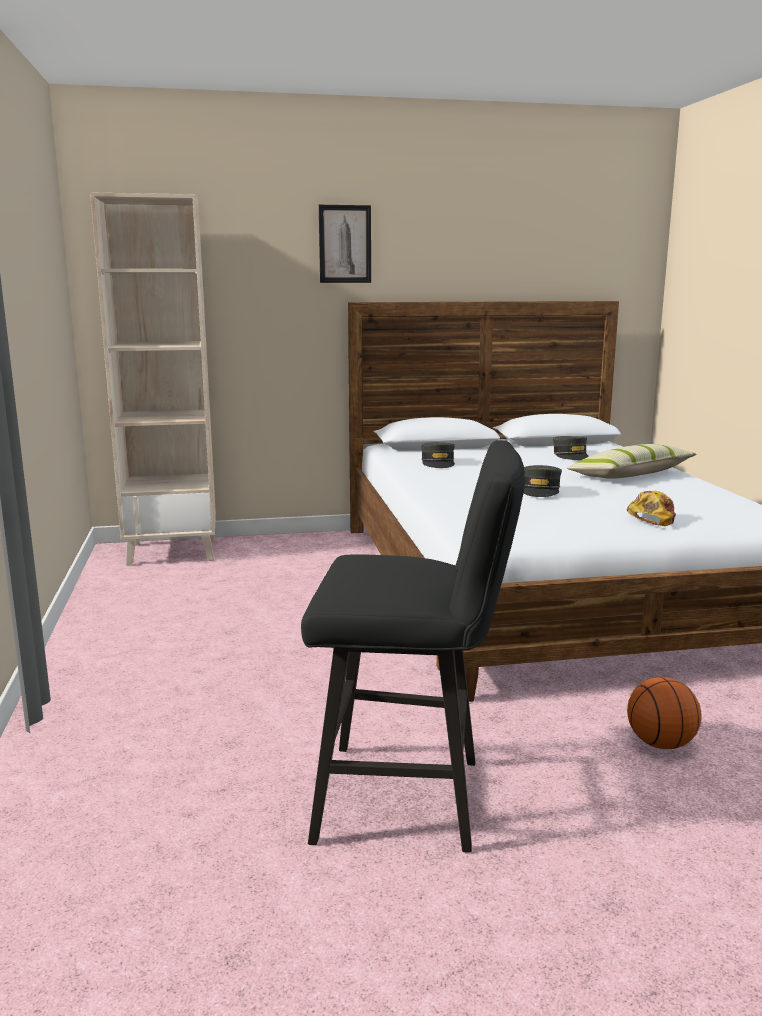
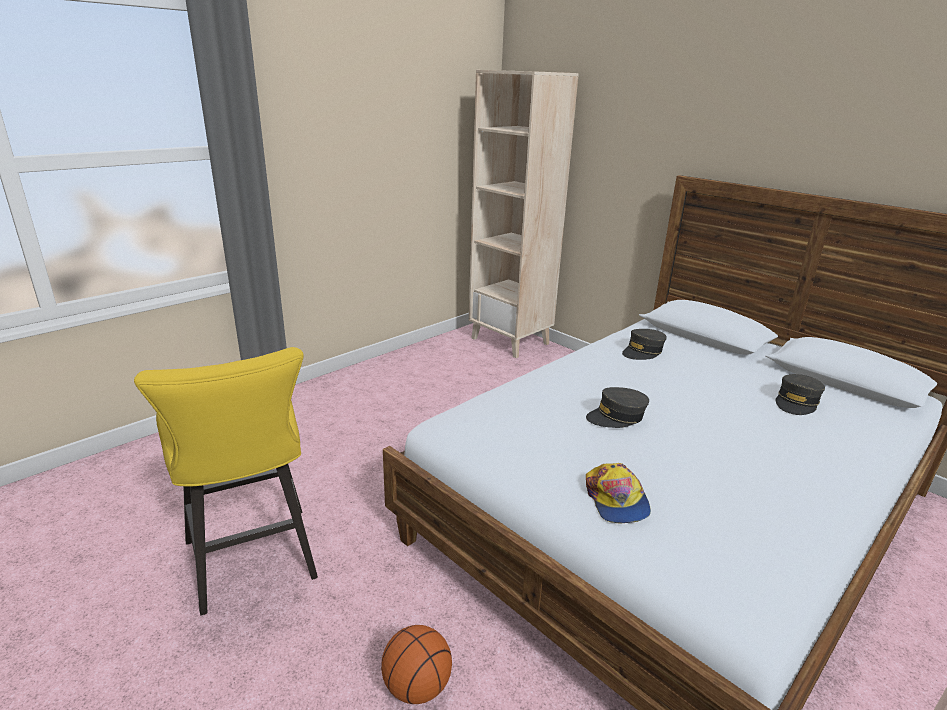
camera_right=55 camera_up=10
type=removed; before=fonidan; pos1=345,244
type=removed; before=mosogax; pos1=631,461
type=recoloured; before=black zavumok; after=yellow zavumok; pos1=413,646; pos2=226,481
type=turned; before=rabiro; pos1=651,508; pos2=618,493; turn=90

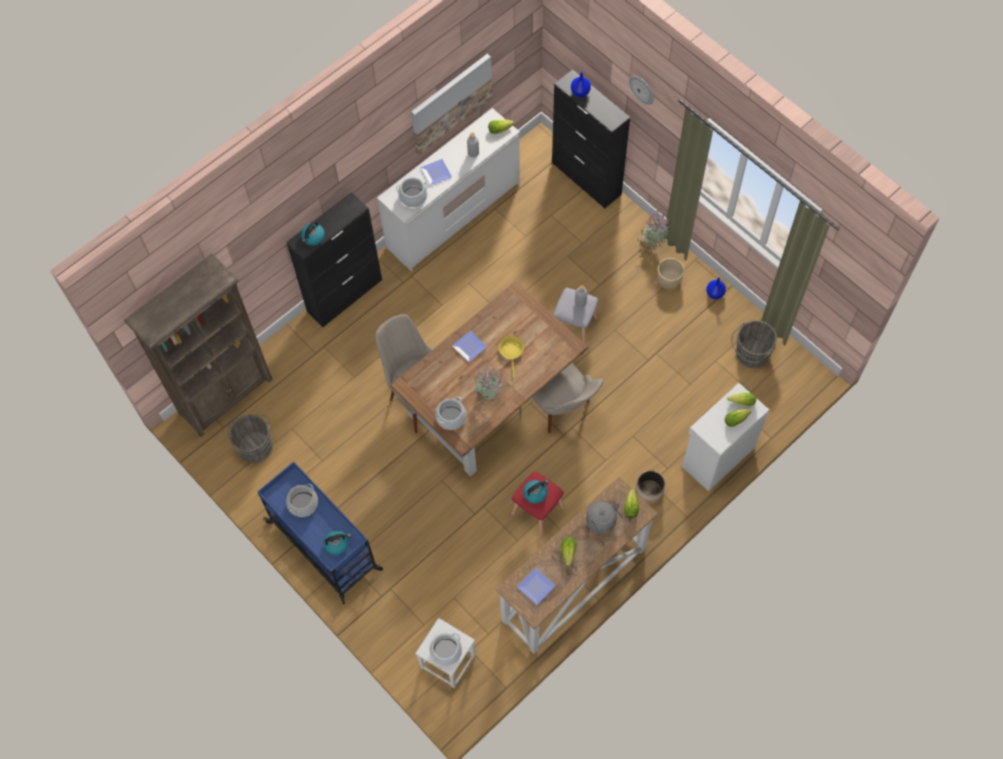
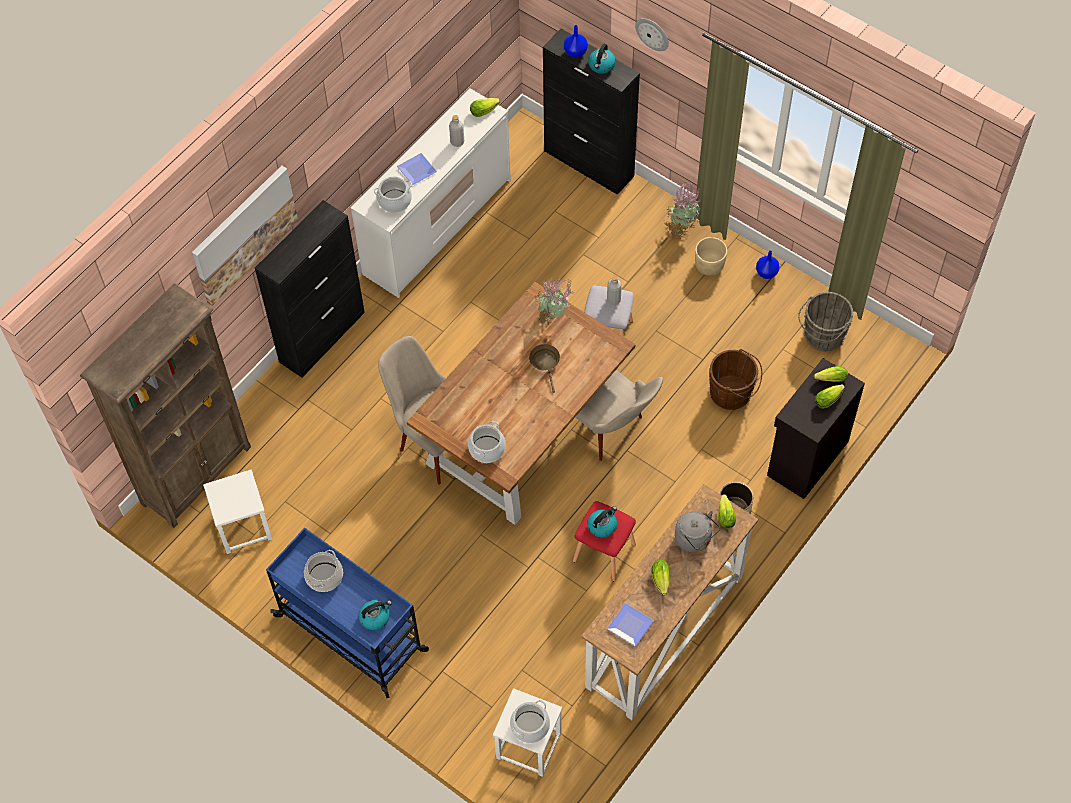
camera_right=-10 camera_up=-5
type=removed; before=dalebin; pos1=469,346
type=added; after=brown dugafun; pos2=735,379
type=moved; before=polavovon; pos1=313,233; pos2=602,59
type=moved; before=fonidan; pos1=451,104; pos2=245,236
type=moved; before=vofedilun; pos1=489,385; pos2=555,301
type=replaced; before=grey dugafun; after=white zavumok; pos1=250,439; pos2=237,512
type=recoloured; before=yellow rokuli; after=brown rokuli; pos1=511,357; pos2=544,368
type=recoloured; before=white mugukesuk; after=black mugukesuk; pos1=725,437; pos2=816,428

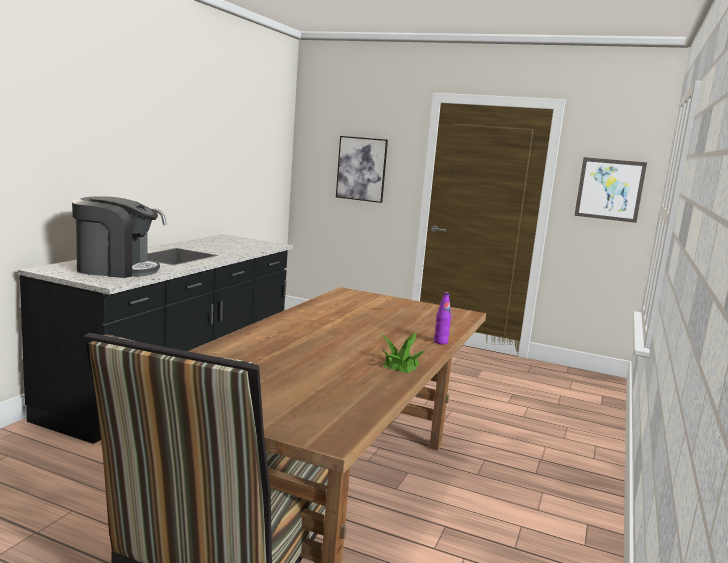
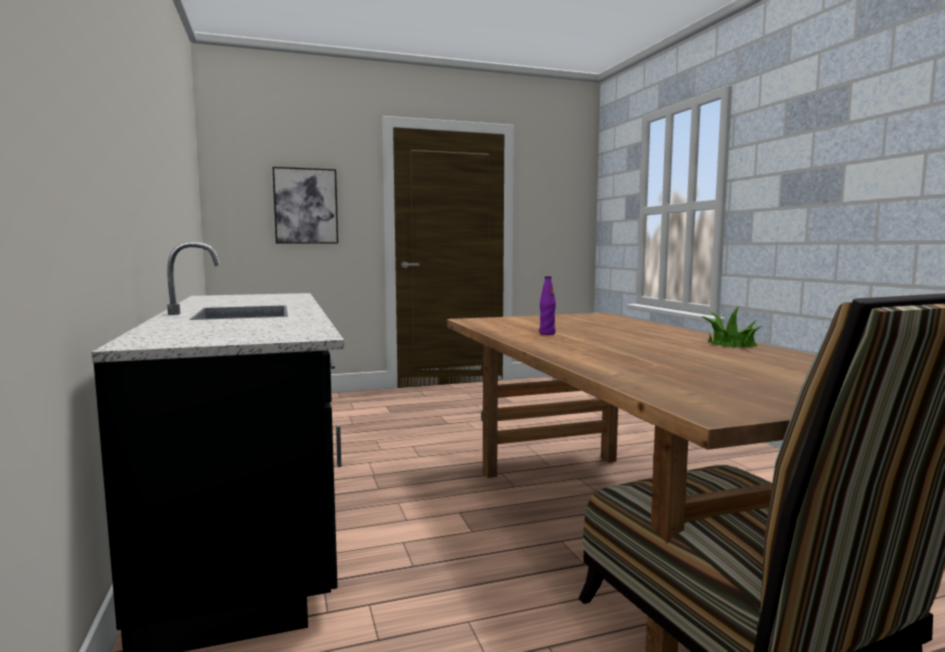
camera_right=-40 camera_up=-5
type=removed; before=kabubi; pos1=116,237
type=removed; before=fonidan; pos1=610,190
type=moved; before=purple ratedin; pos1=442,318; pos2=547,305

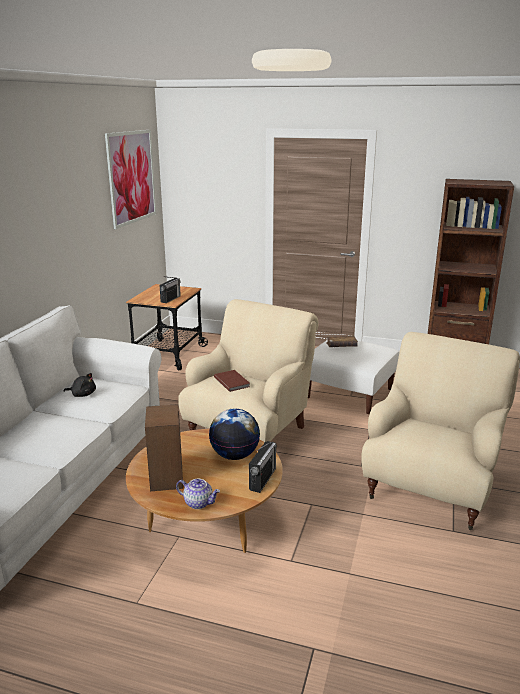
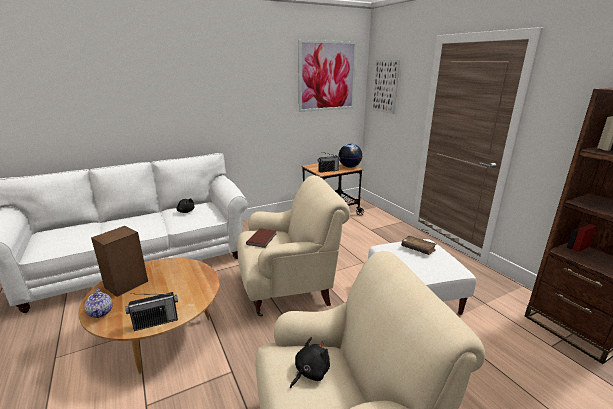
camera_right=45 camera_up=0
type=added; after=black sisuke; pos2=310,363
type=added; after=fonidan; pos2=386,87
type=moved; before=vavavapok; pos1=234,434; pos2=350,156

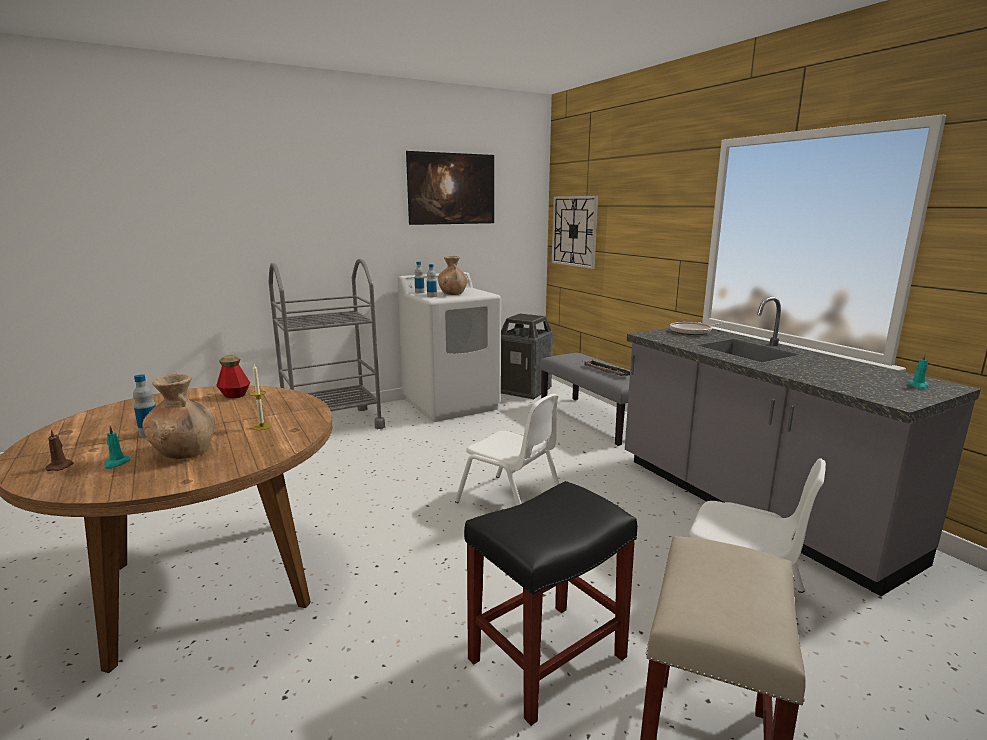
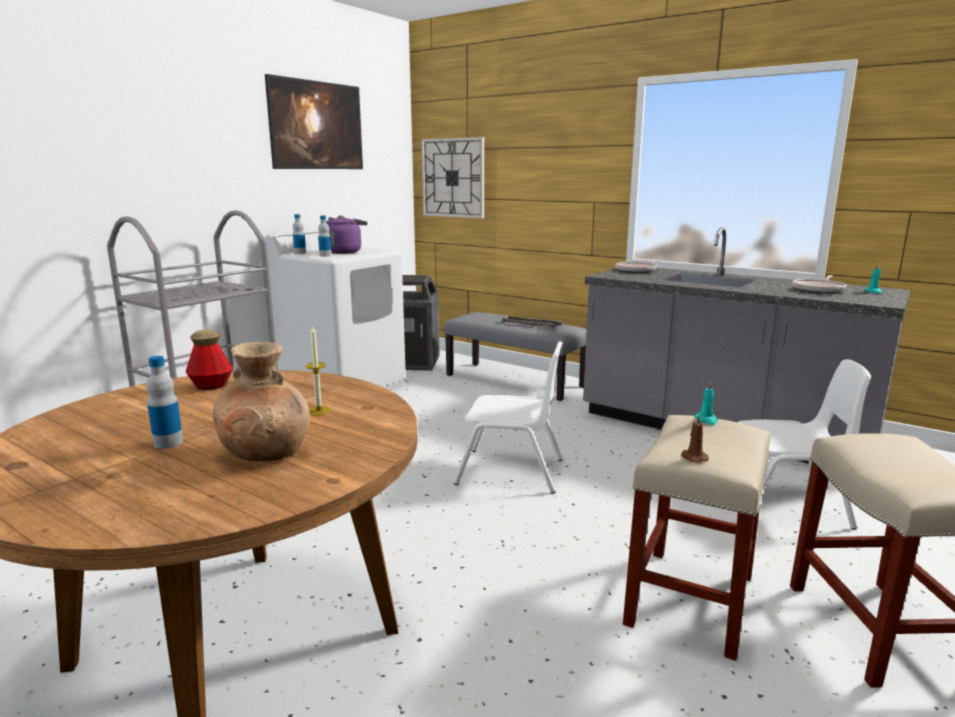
camera_right=-25 camera_up=0
type=added; after=rokuli; pos2=820,284
type=moved; before=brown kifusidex; pos1=59,450; pos2=695,439
type=moved; before=turquoise kifusidex; pos1=117,447; pos2=706,403
type=replaced; before=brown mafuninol; after=purple polavovon; pos1=453,275; pos2=346,234
type=recoloured; before=black zavumok; after=beige zavumok; pos1=550,603; pos2=696,538

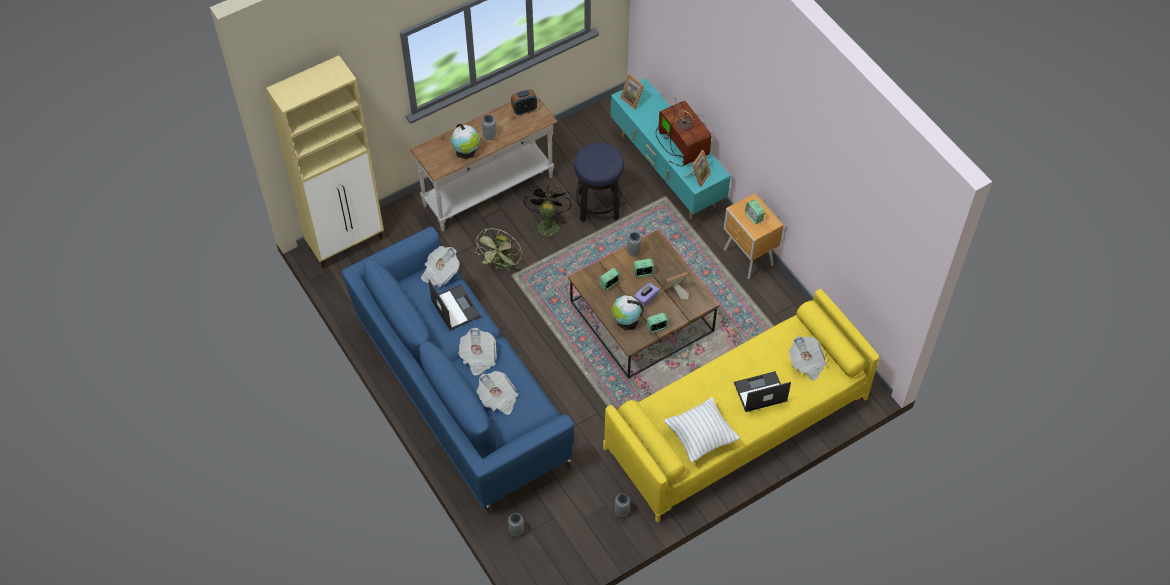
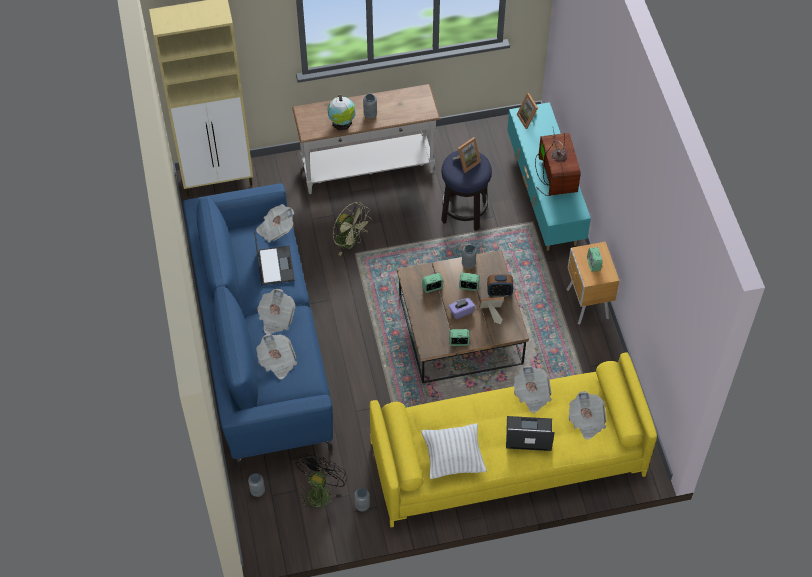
camera_right=20 camera_up=0
type=removed; before=vavavapok; pos1=627,313
type=added; after=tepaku; pos2=533,389
type=moved; before=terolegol; pos1=524,102; pos2=500,285
type=moved; before=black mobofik; pos1=548,213; pos2=322,482
type=moved; before=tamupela; pos1=697,168; pos2=467,155
type=turned; before=green mobofik; pos1=498,249; pos2=352,229; turn=-90

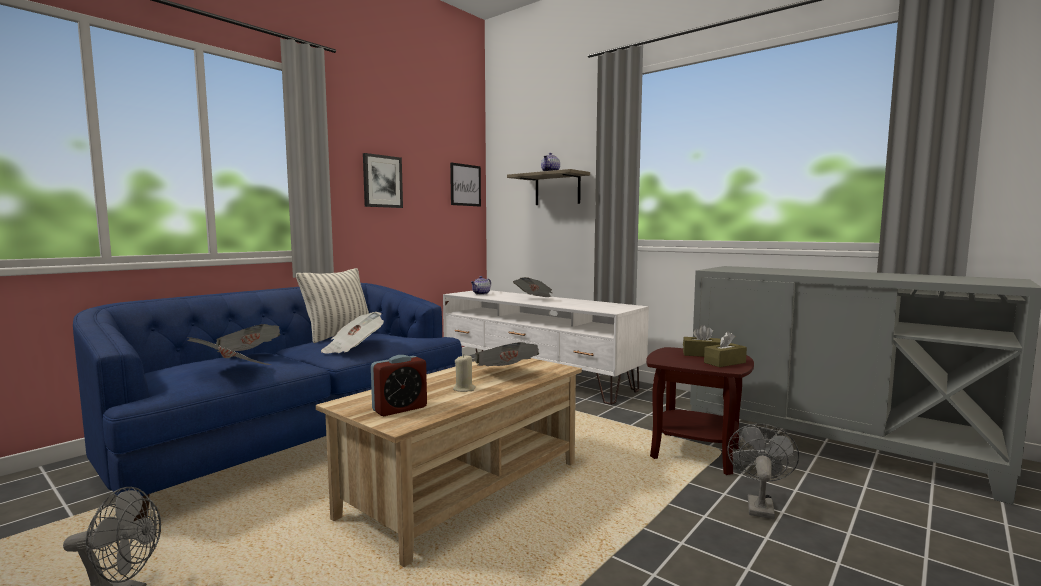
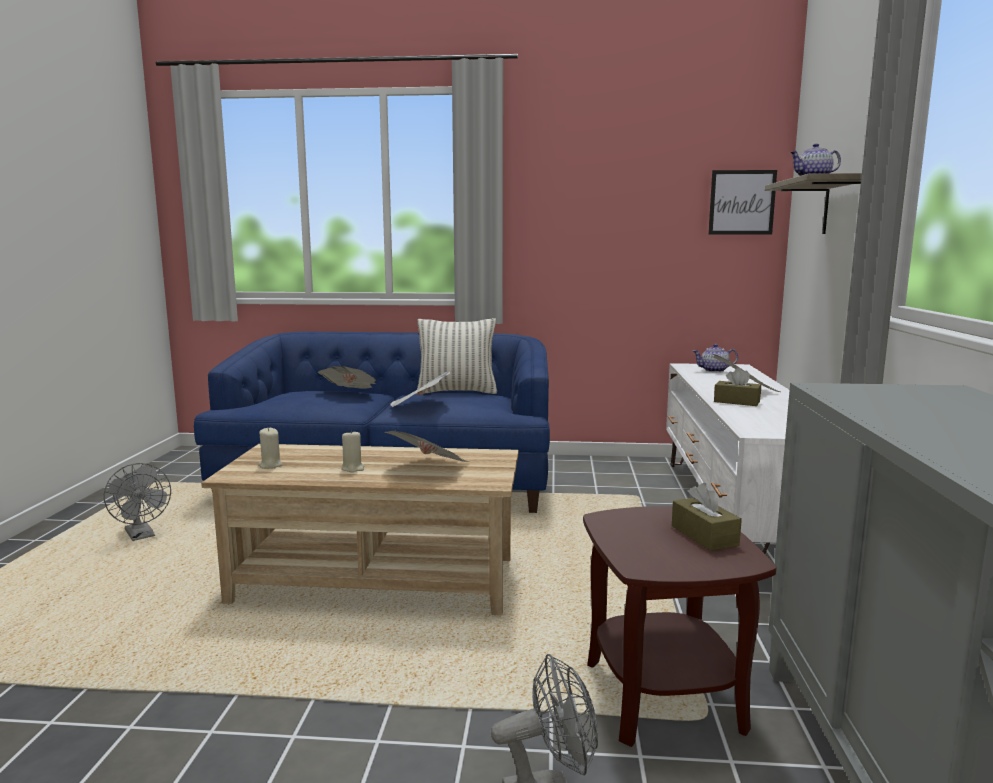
camera_right=55 camera_up=5
type=removed; before=tepaku; pos1=229,351
type=removed; before=fonidan; pos1=383,180
type=moved; before=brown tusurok; pos1=725,349; pos2=737,386
type=replaced; before=terolegol; after=beige kifusidex; pos1=399,385; pos2=270,448

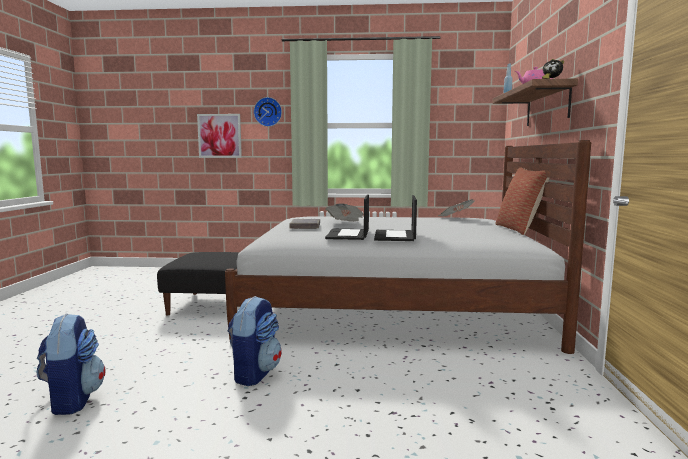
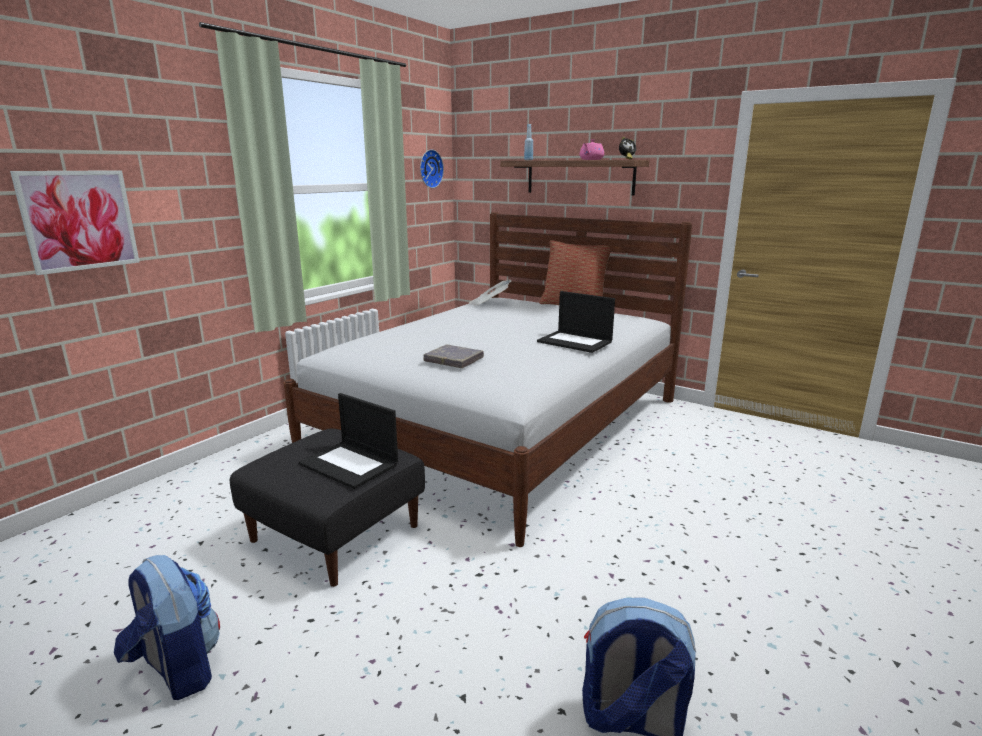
camera_right=-60 camera_up=10
type=removed; before=tepaku; pos1=344,212
type=moved; before=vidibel; pos1=255,341; pos2=167,627
type=moved; before=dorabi; pos1=268,112; pos2=432,168
type=moved; before=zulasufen; pos1=347,217; pos2=348,441

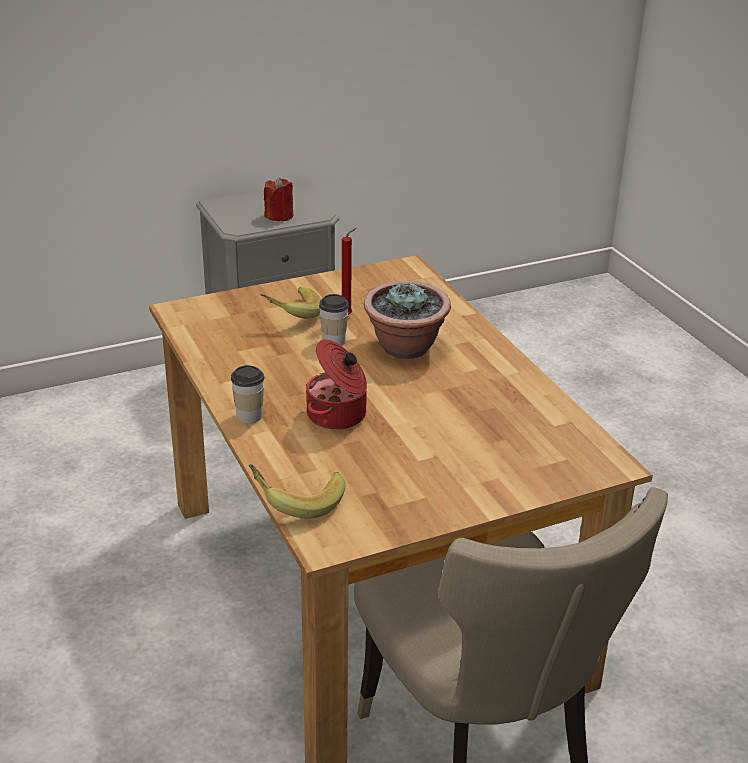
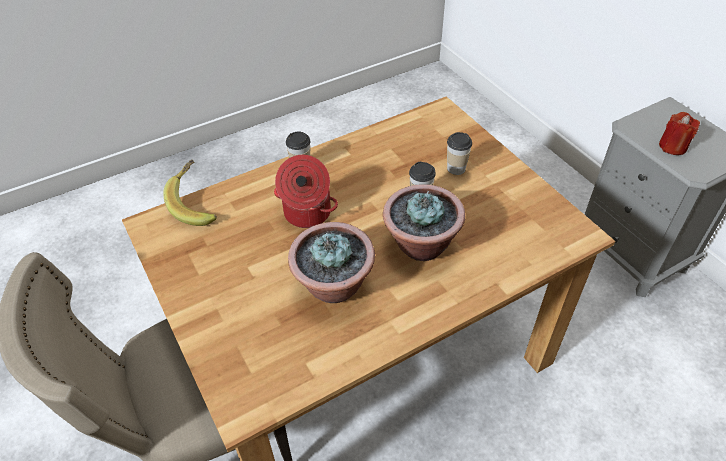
camera_right=85 camera_up=15
type=removed; before=red kifusidex; pos1=349,271
type=added; after=vofedilun; pos2=331,262
type=replaced; before=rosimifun; after=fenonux; pos1=290,303; pos2=459,153

